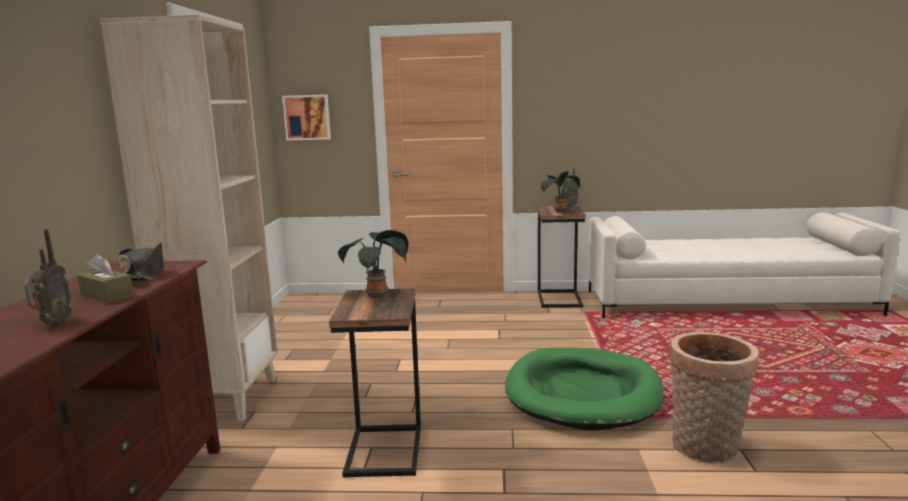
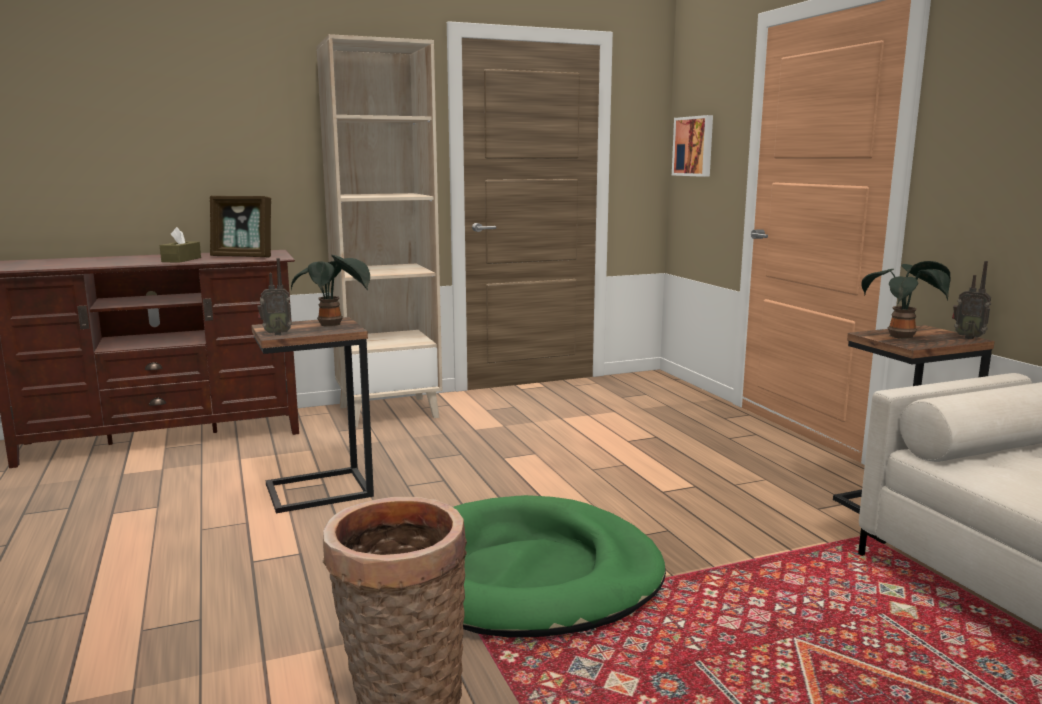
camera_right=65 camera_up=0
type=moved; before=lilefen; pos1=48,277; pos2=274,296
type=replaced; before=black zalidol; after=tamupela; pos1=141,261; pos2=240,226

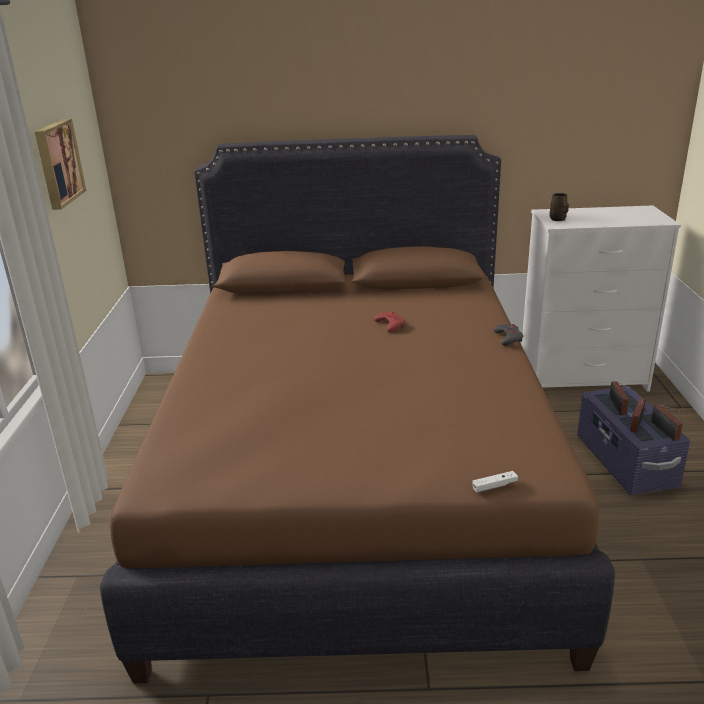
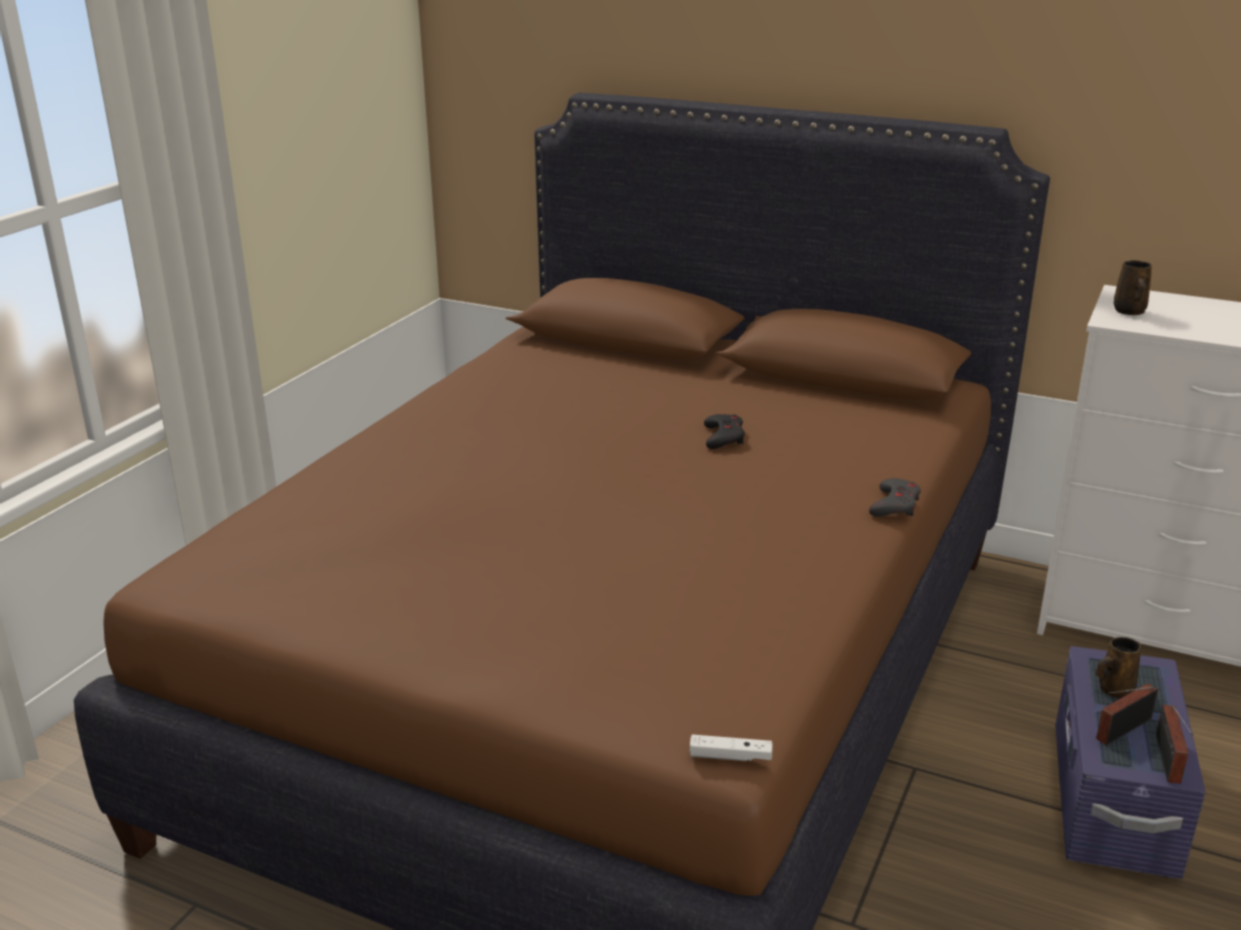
camera_right=25 camera_up=0
type=removed; before=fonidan; pos1=60,164
type=moved; before=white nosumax; pos1=495,481; pos2=731,747
type=replaced; before=lilefen; after=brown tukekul; pos1=620,398; pos2=1118,668
type=recoloured; before=red nosumax; after=black nosumax; pos1=389,321; pos2=724,431

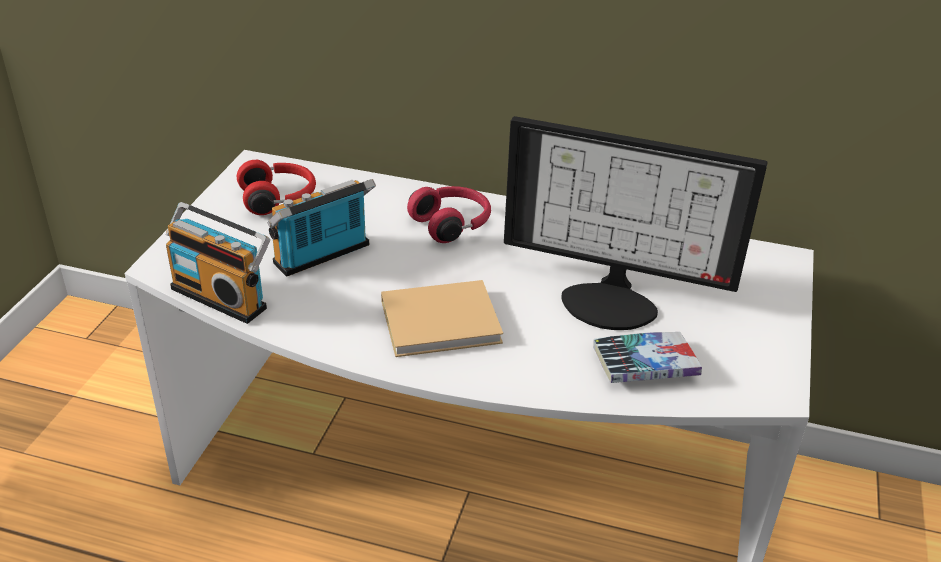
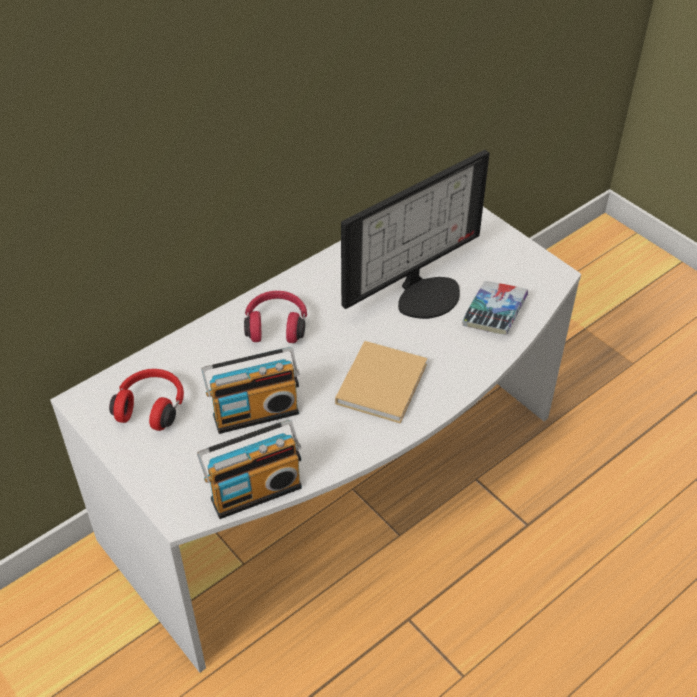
camera_right=-55 camera_up=10
type=turned; before=lilefen; pos1=322,228; pos2=250,390; turn=-105

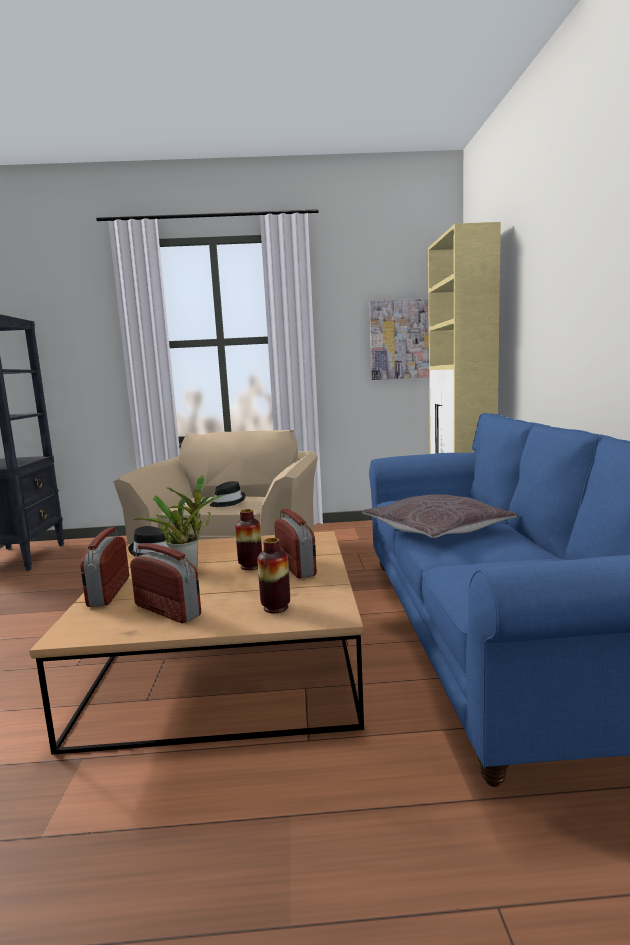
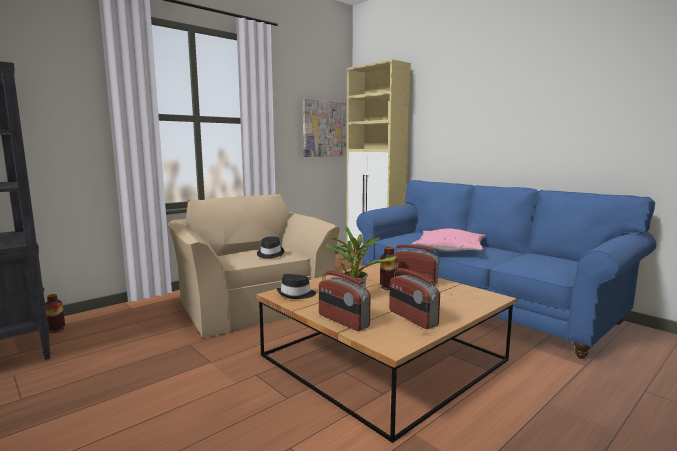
camera_right=-40 camera_up=0
type=moved; before=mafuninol; pos1=273,575; pos2=55,313
type=recoloured; before=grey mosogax; after=pink mosogax; pos1=439,516; pos2=449,240
type=turned; before=lilefen; pos1=165,583; pos2=414,298; turn=-120

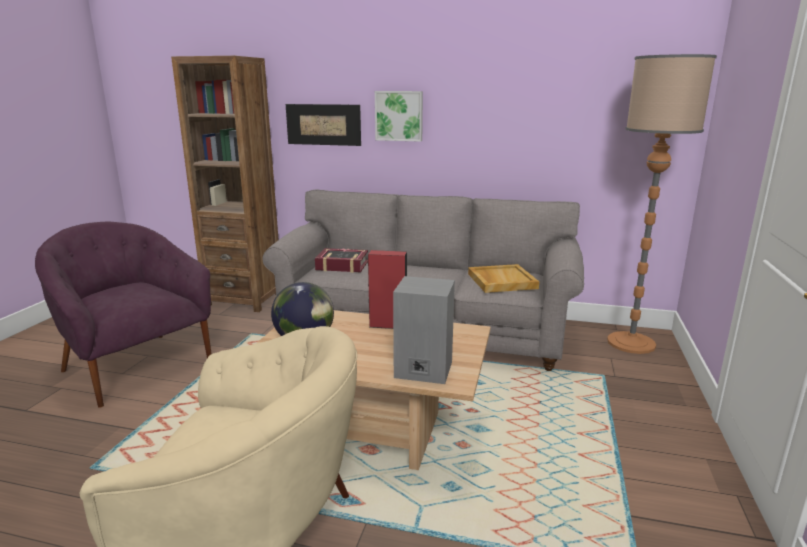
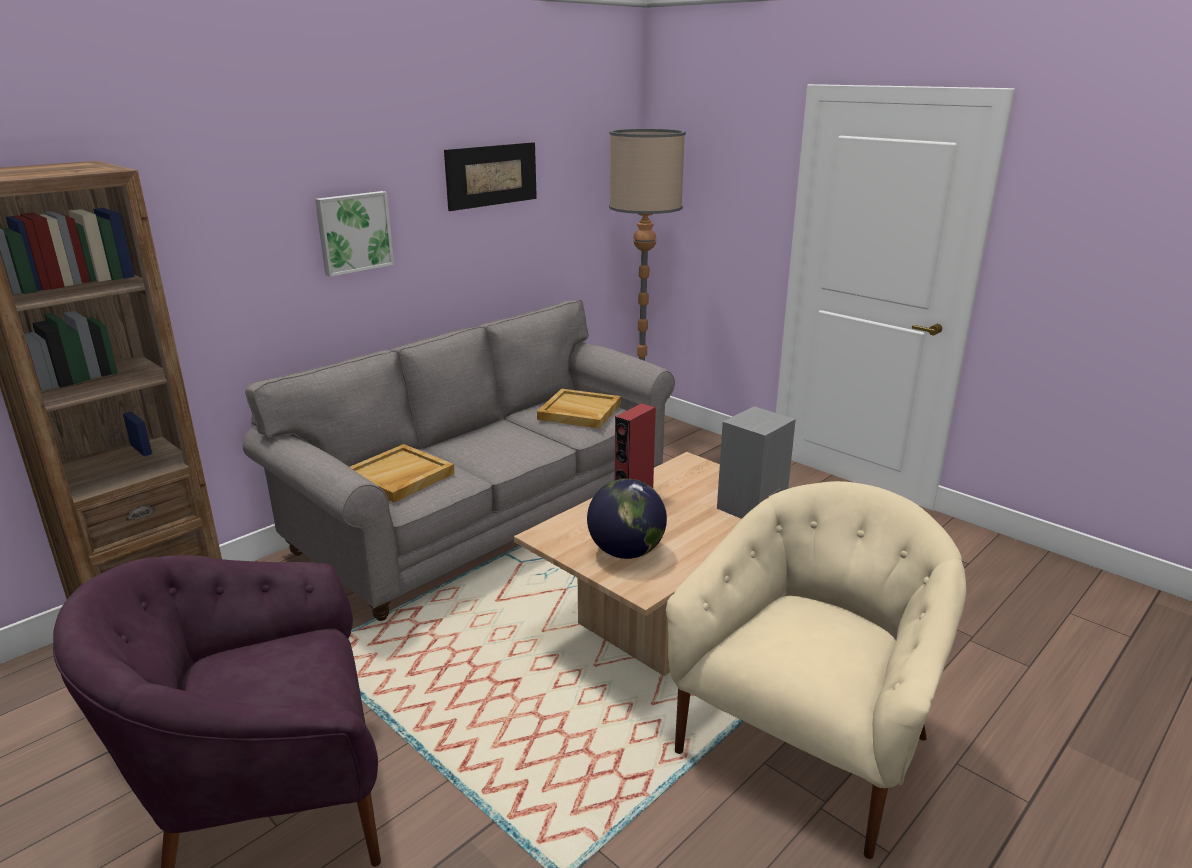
camera_right=-60 camera_up=5
type=moved; before=fonidan; pos1=323,125; pos2=490,176
type=replaced; before=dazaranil; after=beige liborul; pos1=341,260; pos2=402,473

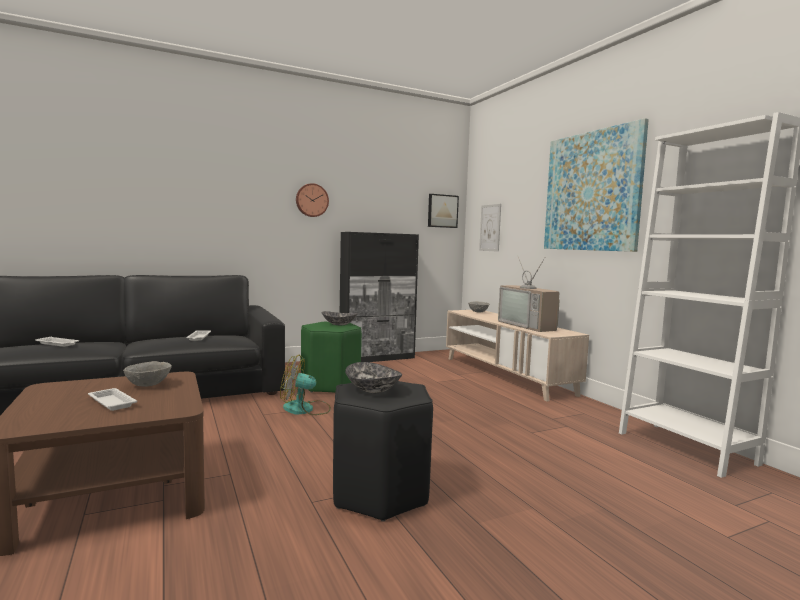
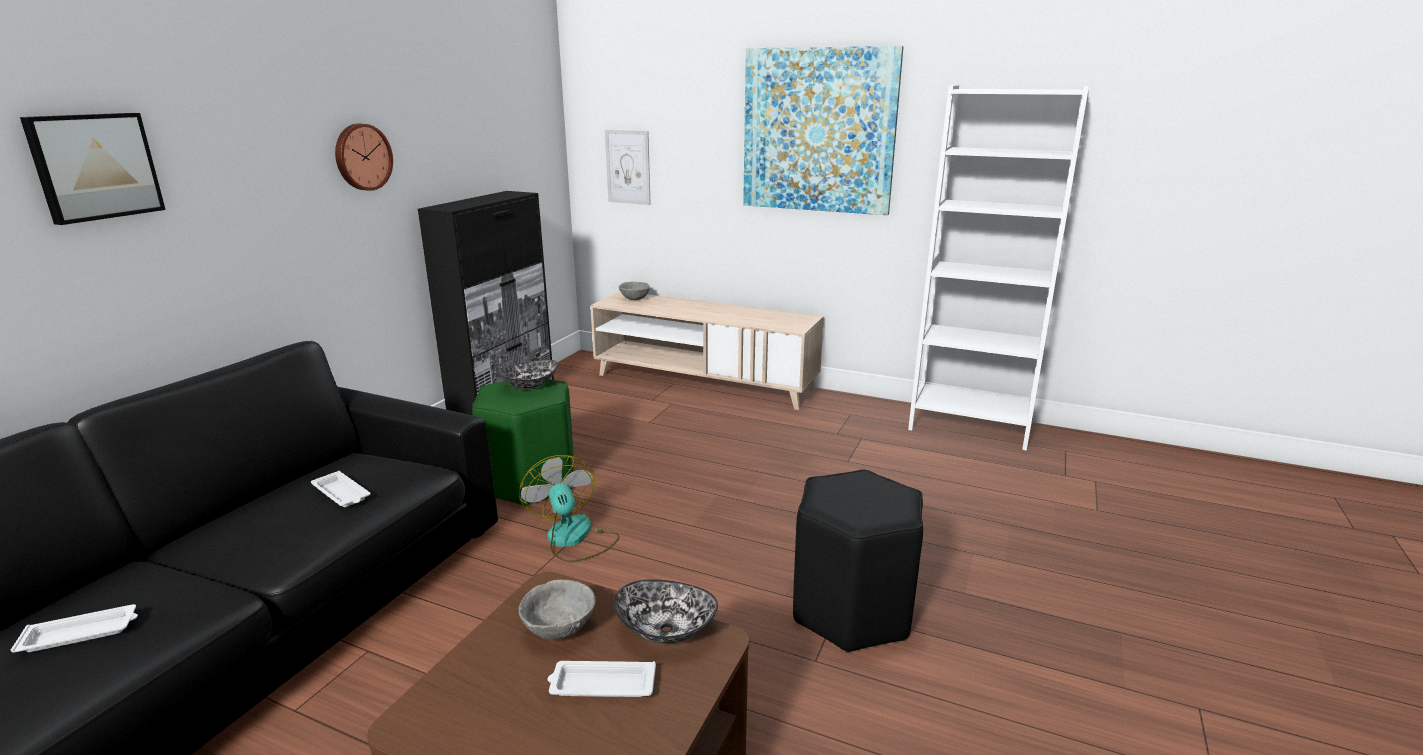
camera_right=-40 camera_up=15
type=removed; before=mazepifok; pos1=529,293
type=moved; before=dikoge; pos1=373,377; pos2=666,611
type=moved; before=fonidan; pos1=443,211; pos2=93,169
type=turned; before=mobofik; pos1=305,385; pos2=569,508; turn=105

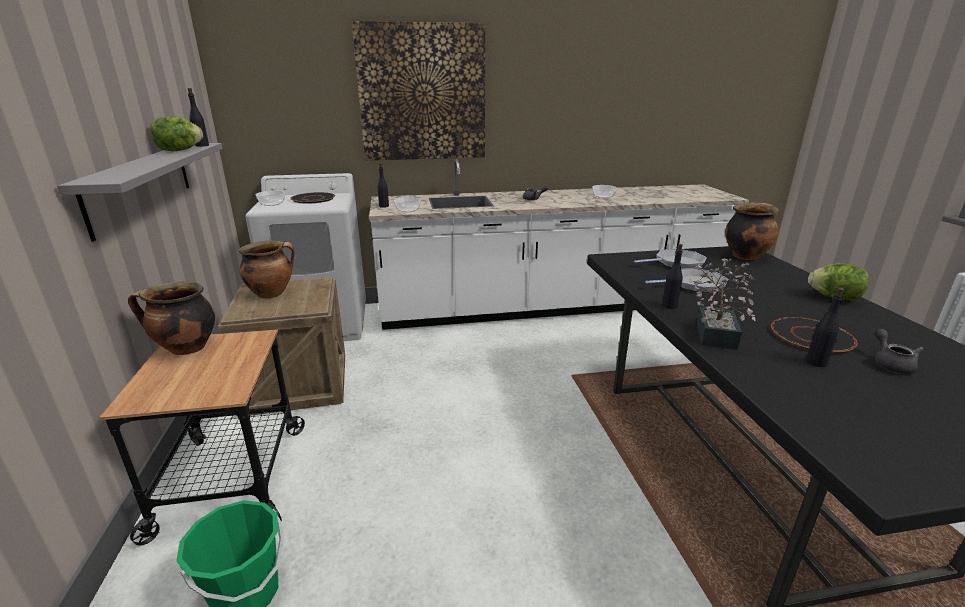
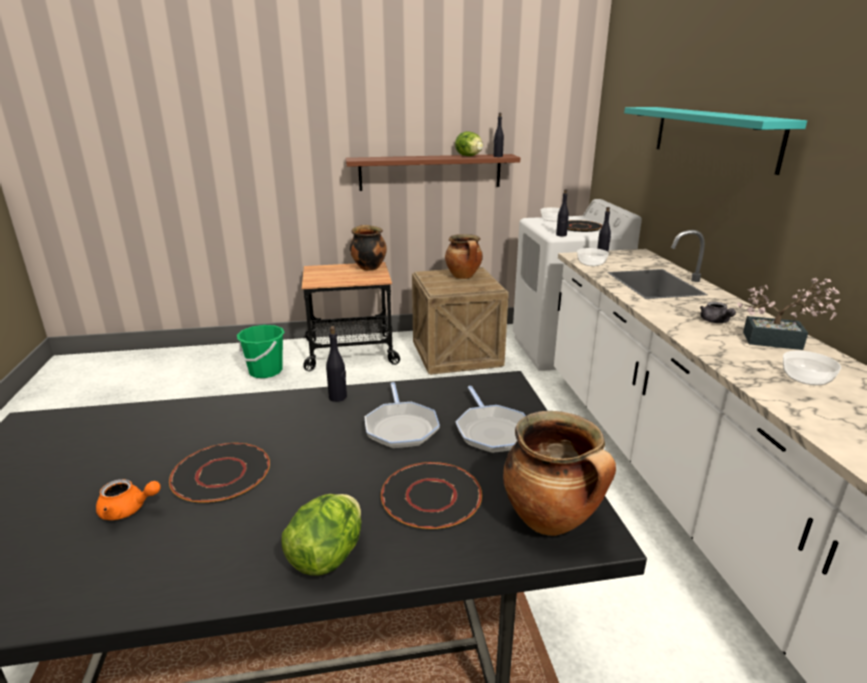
camera_right=90 camera_up=0
type=added; after=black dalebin; pos2=431,495
type=moved; before=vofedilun; pos1=722,304; pos2=788,314
type=moved; before=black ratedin; pos1=825,327; pos2=562,212
type=replaced; before=fonidan; after=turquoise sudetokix; pos1=418,90; pos2=715,141
type=recoloured; before=grey sudetokix; after=brown sudetokix; pos1=140,192; pos2=432,172
type=recoloured; before=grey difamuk; after=orange difamuk; pos1=899,351; pos2=128,499

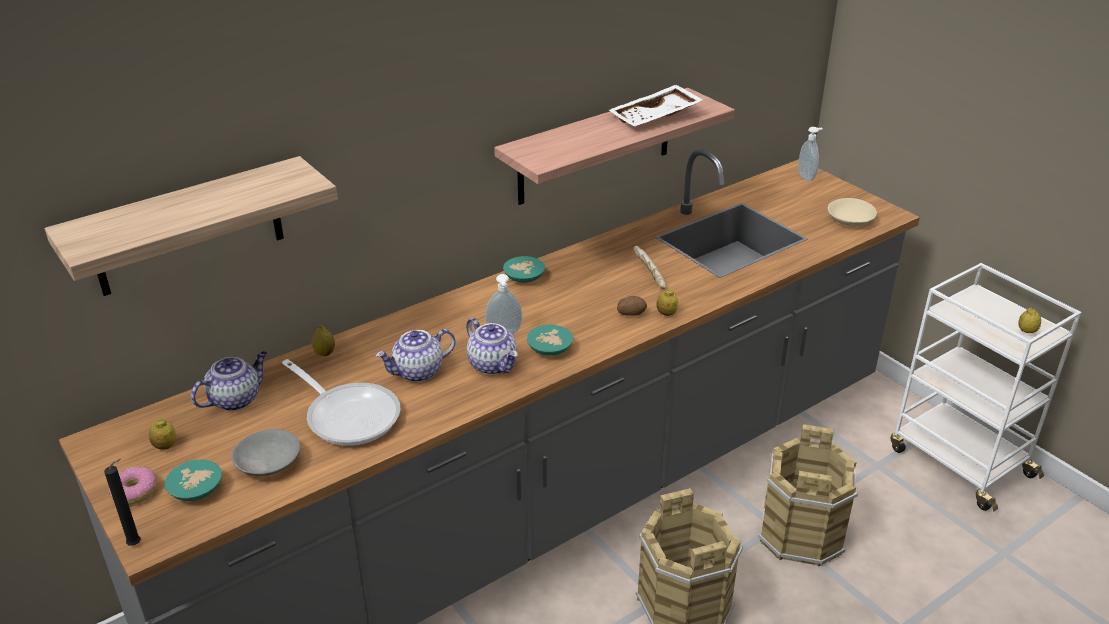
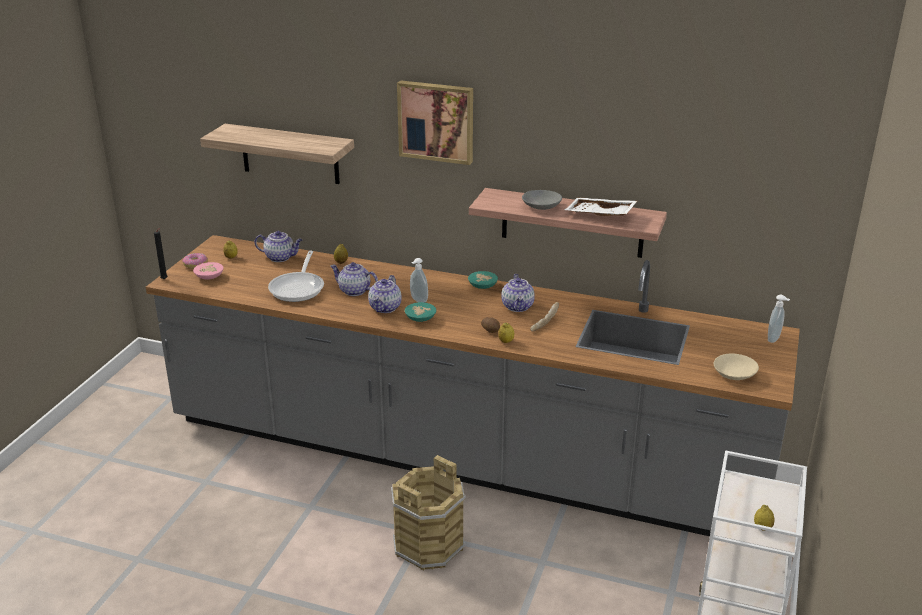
camera_right=55 camera_up=-5
type=removed; before=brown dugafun; pos1=808,495
type=added; after=fonidan; pos2=435,122
type=added; after=difamuk; pos2=518,293
type=moved; before=grey dikoge; pos1=266,452; pos2=542,200
type=recoloured; before=turquoise dikoge; after=pink dikoge; pos1=193,480; pos2=208,270

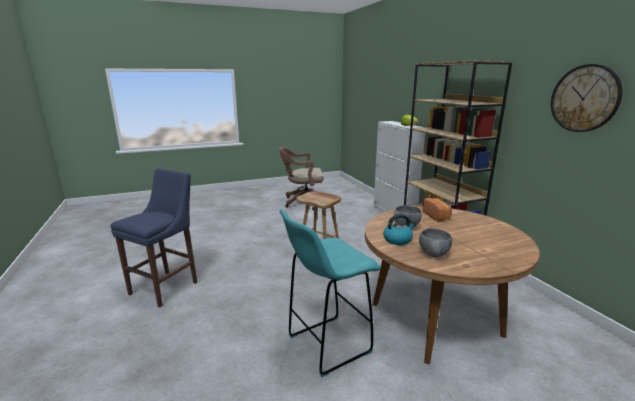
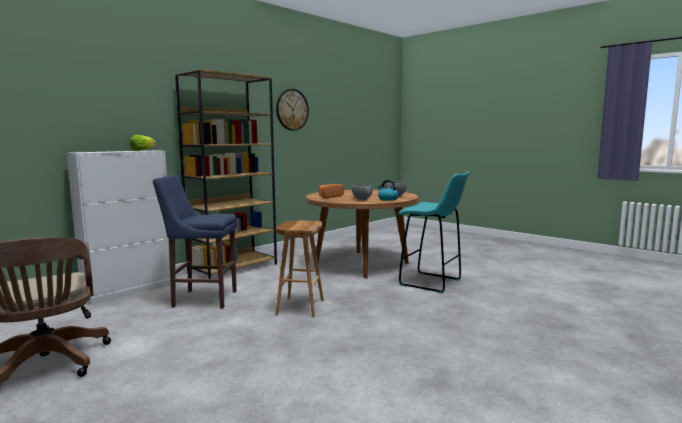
camera_right=-115 camera_up=-10
type=moved; before=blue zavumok; pos1=154,237; pos2=195,241

